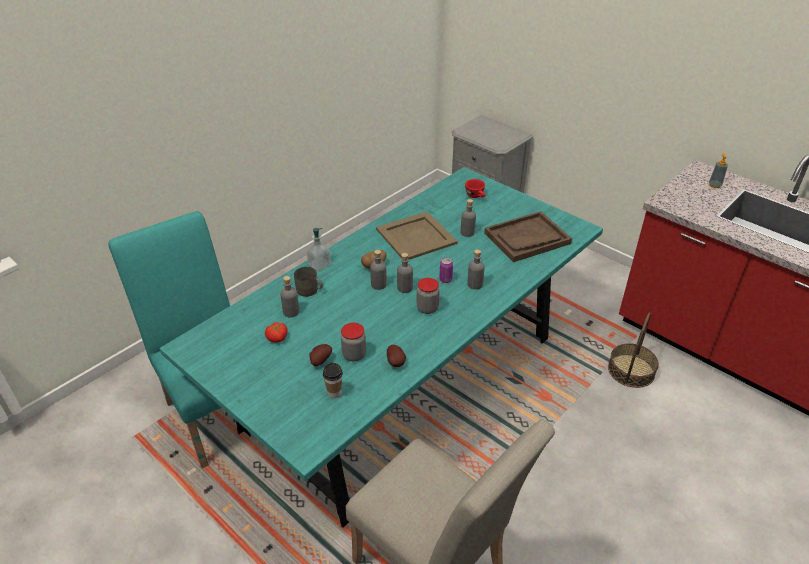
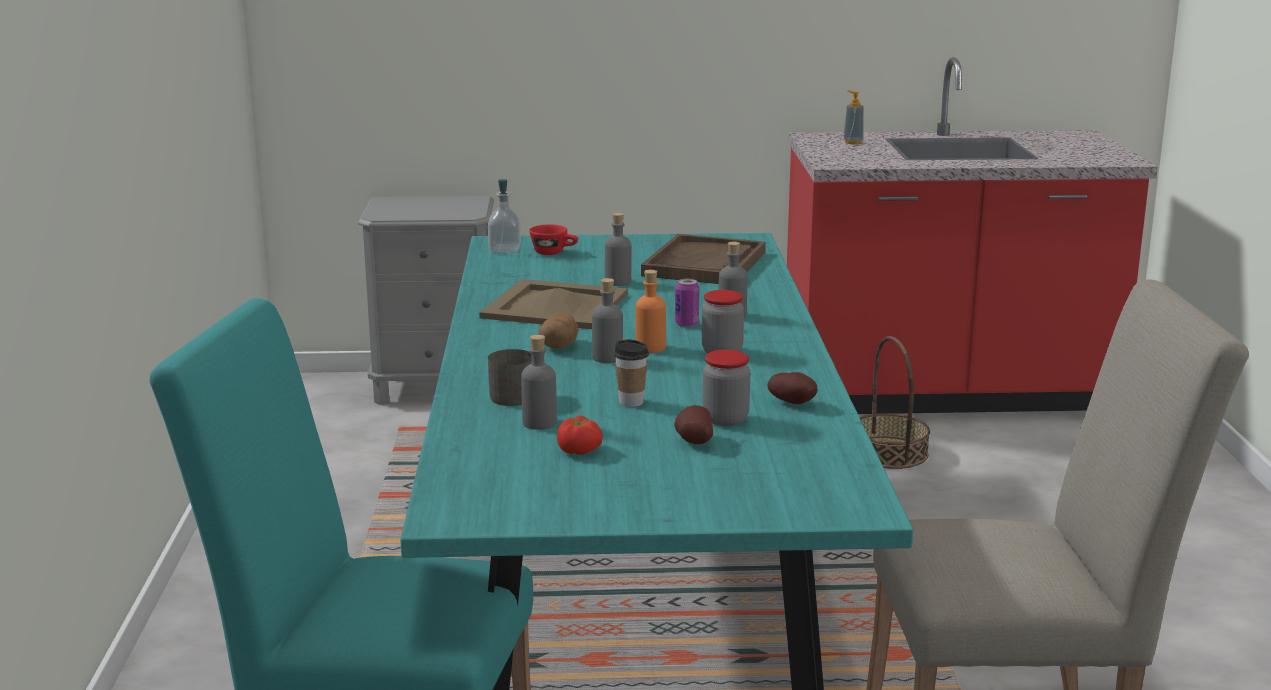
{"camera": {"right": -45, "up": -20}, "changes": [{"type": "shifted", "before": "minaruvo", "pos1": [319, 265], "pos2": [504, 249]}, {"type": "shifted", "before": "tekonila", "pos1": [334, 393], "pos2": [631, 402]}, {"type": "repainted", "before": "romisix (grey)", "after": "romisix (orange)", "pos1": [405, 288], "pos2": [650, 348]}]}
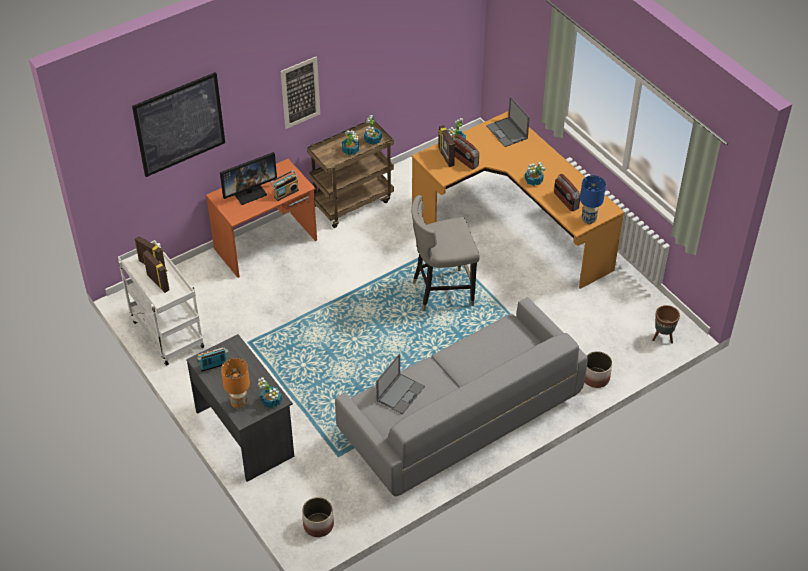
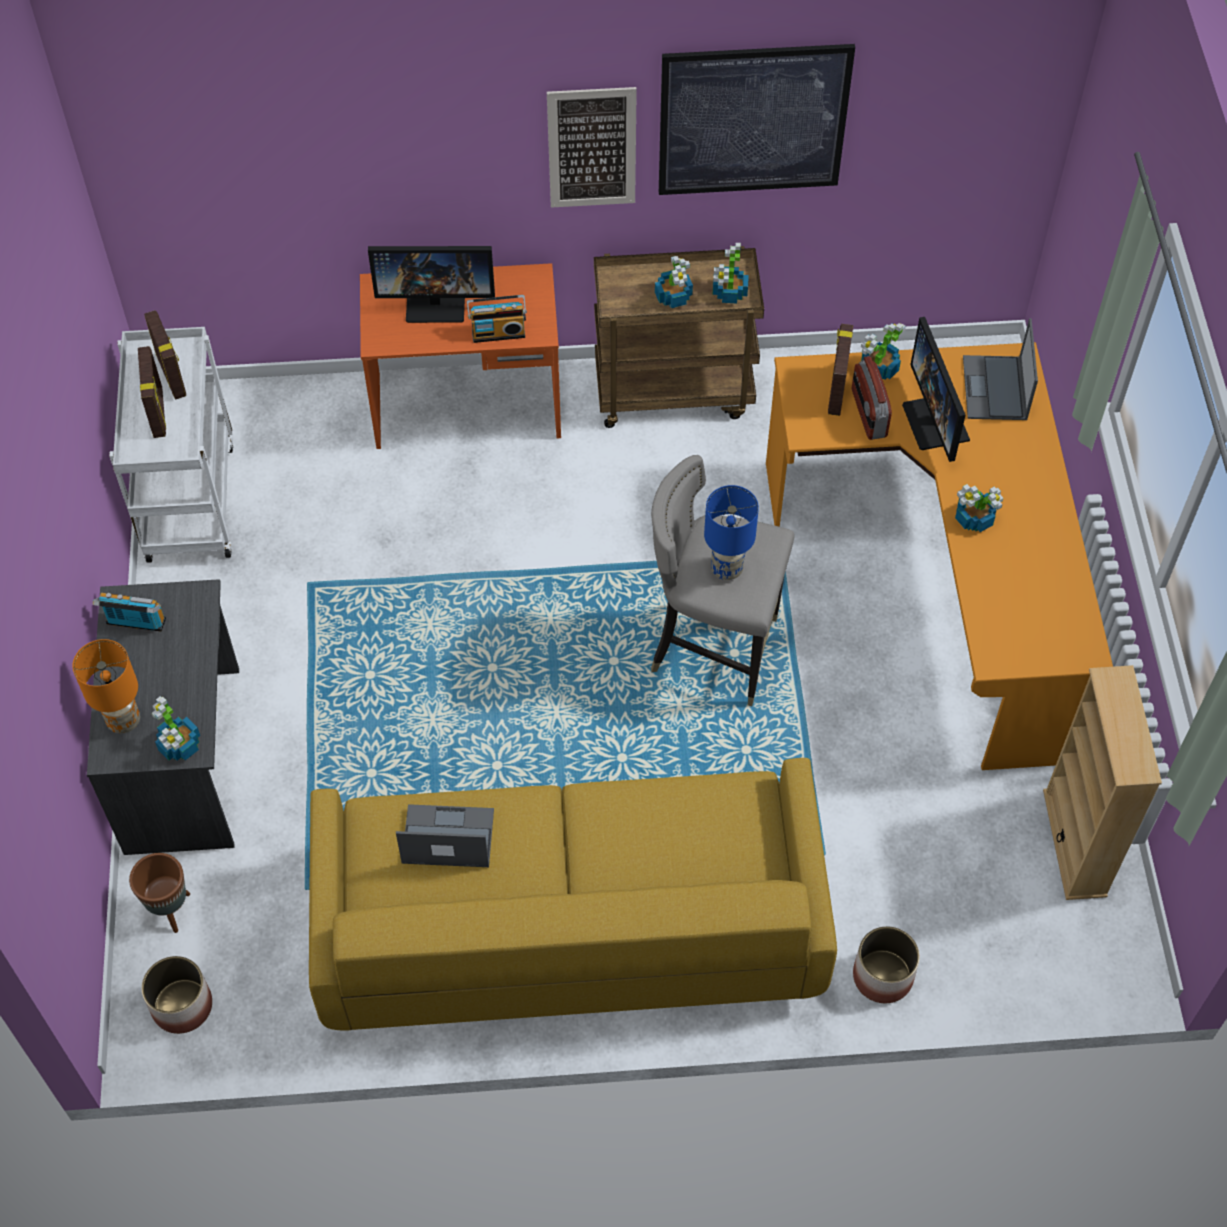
{"camera": {"right": 30, "up": 10}, "changes": [{"type": "shifted", "before": "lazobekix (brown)", "pos1": [663, 337], "pos2": [171, 910]}, {"type": "repainted", "before": "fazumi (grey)", "after": "fazumi (yellow)", "pos1": [459, 418], "pos2": [569, 924]}, {"type": "rotated", "before": "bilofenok", "pos1": [400, 393], "pos2": [446, 837], "turn": -150}, {"type": "shifted", "before": "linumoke", "pos1": [179, 124], "pos2": [753, 120]}, {"type": "shifted", "before": "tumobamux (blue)", "pos1": [588, 219], "pos2": [726, 568]}, {"type": "new", "after": "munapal", "pos2": [936, 422]}, {"type": "new", "after": "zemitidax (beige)", "pos2": [1075, 843]}, {"type": "gone", "before": "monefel", "pos1": [566, 201]}]}
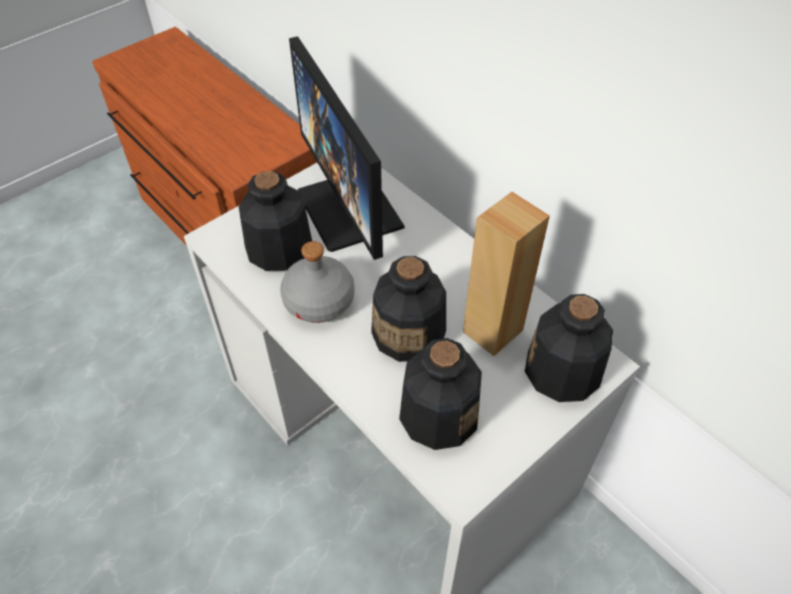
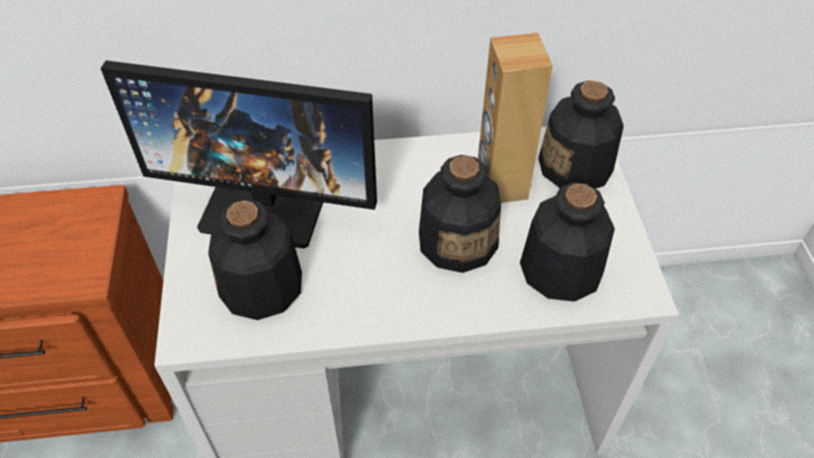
{"camera": {"right": -55, "up": 0}, "changes": [{"type": "gone", "before": "romisix (grey)", "pos1": [318, 301]}]}
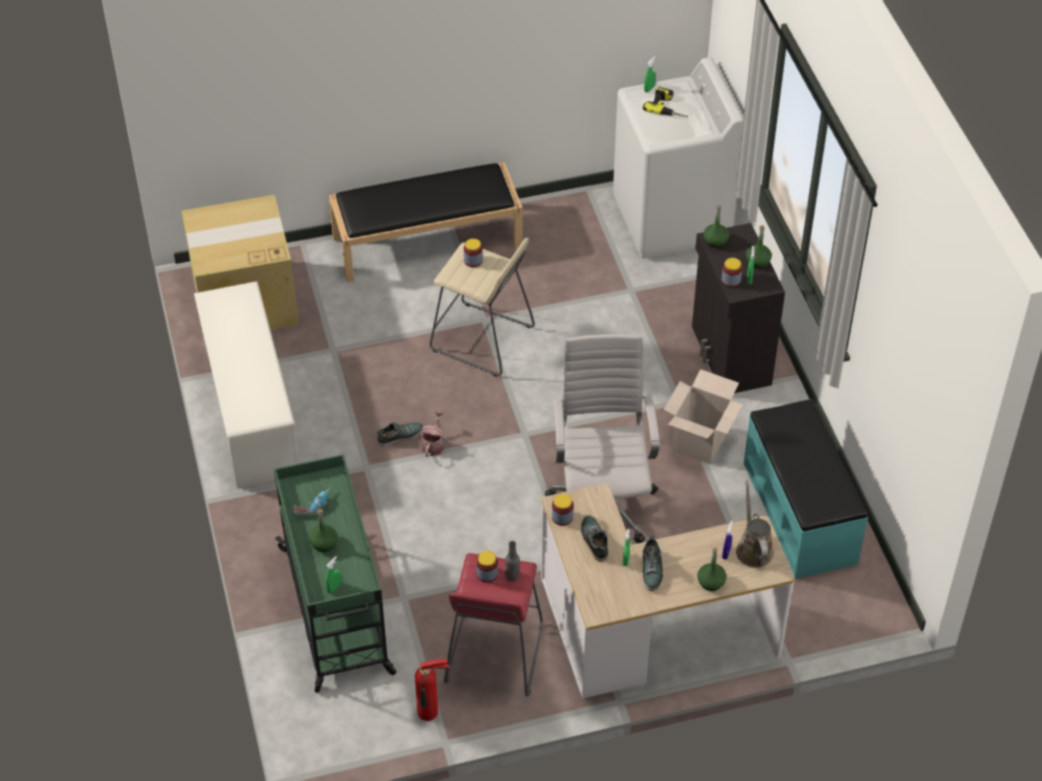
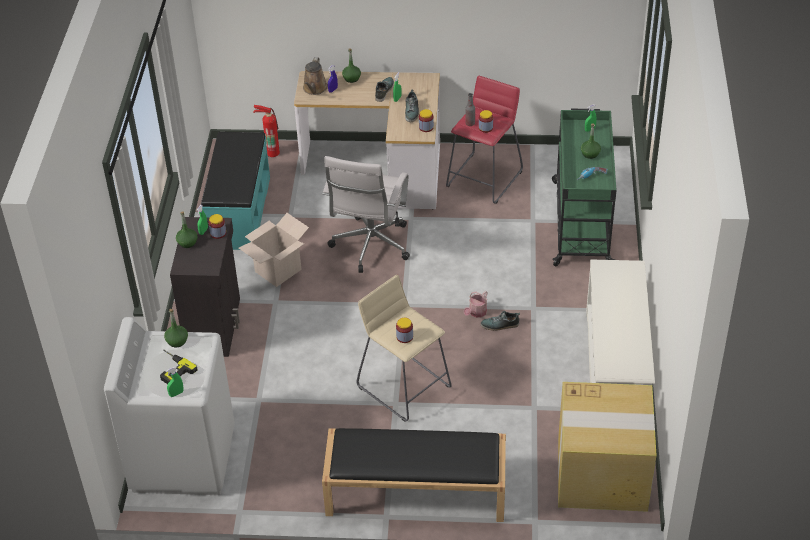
{"camera": {"right": -160, "up": -5}, "changes": [{"type": "shifted", "before": "romisix (green)", "pos1": [715, 241], "pos2": [177, 341]}, {"type": "shifted", "before": "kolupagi", "pos1": [429, 714], "pos2": [272, 152]}]}
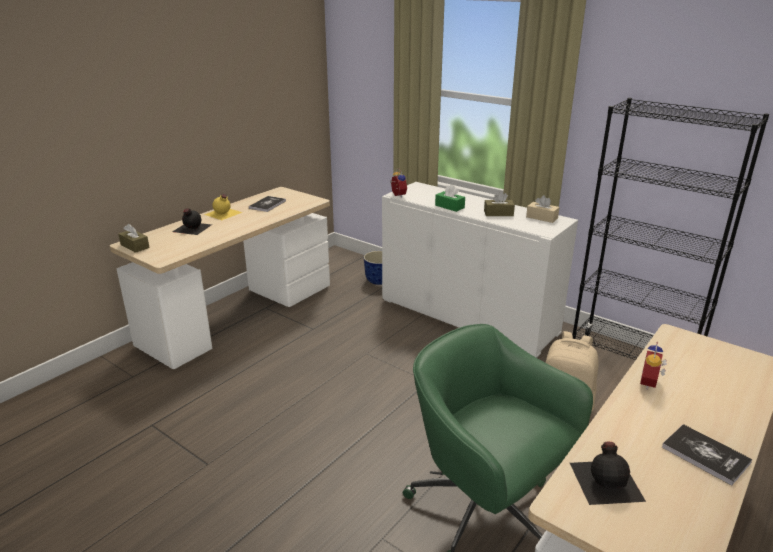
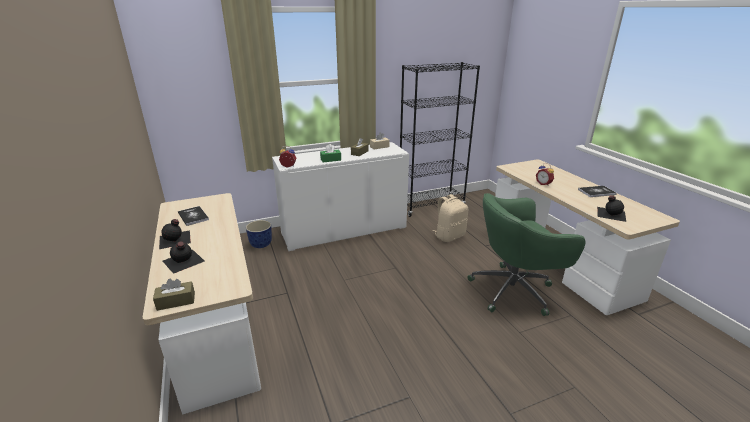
{"camera": {"right": -60, "up": 0}, "changes": [{"type": "repainted", "before": "romisix (yellow)", "after": "romisix (black)", "pos1": [223, 213], "pos2": [175, 239]}]}
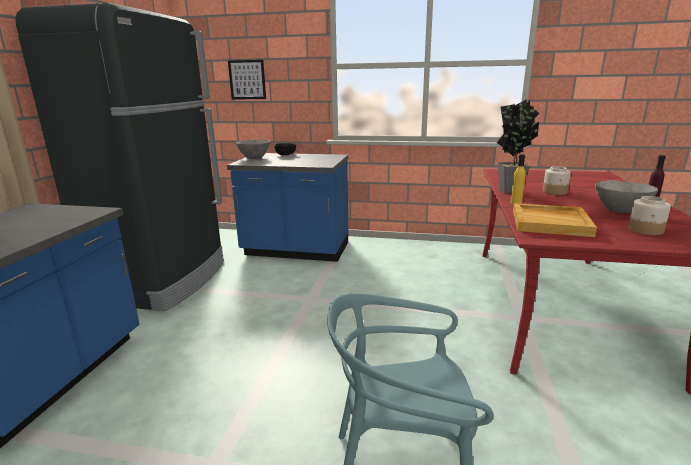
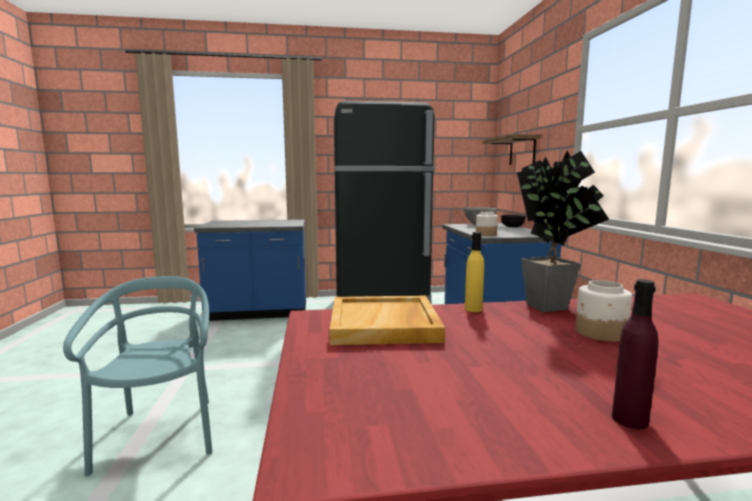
{"camera": {"right": 70, "up": -10}, "changes": [{"type": "shifted", "before": "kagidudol", "pos1": [645, 230], "pos2": [485, 234]}, {"type": "swapped", "before": "linumoke", "after": "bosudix", "pos1": [247, 80], "pos2": [522, 151]}, {"type": "gone", "before": "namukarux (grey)", "pos1": [620, 211]}]}
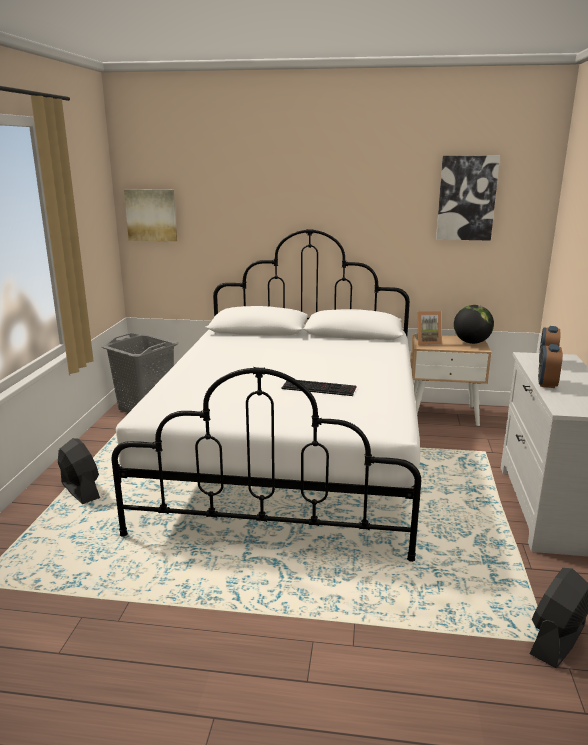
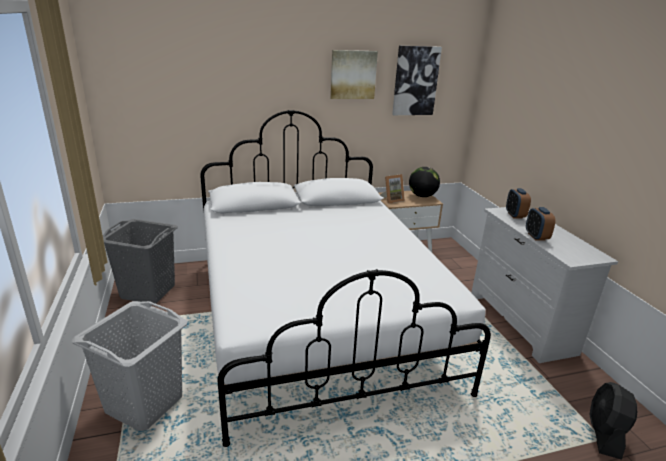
{"camera": {"right": -25, "up": 5}, "changes": [{"type": "swapped", "before": "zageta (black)", "after": "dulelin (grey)", "pos1": [80, 490], "pos2": [143, 404]}, {"type": "shifted", "before": "linumoke", "pos1": [151, 215], "pos2": [353, 74]}, {"type": "gone", "before": "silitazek", "pos1": [320, 388]}]}
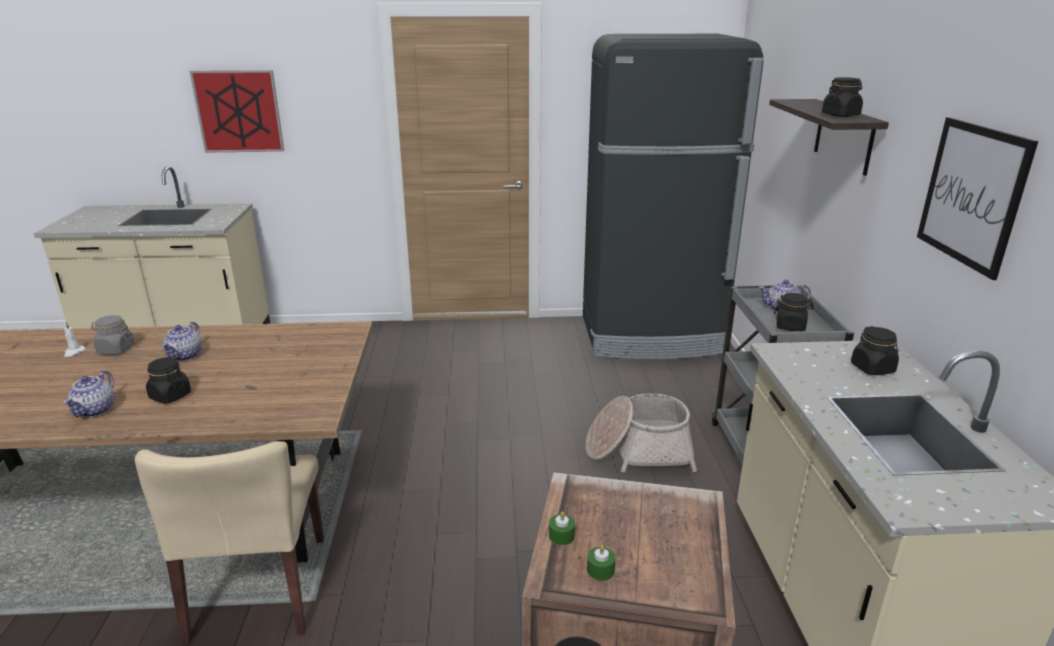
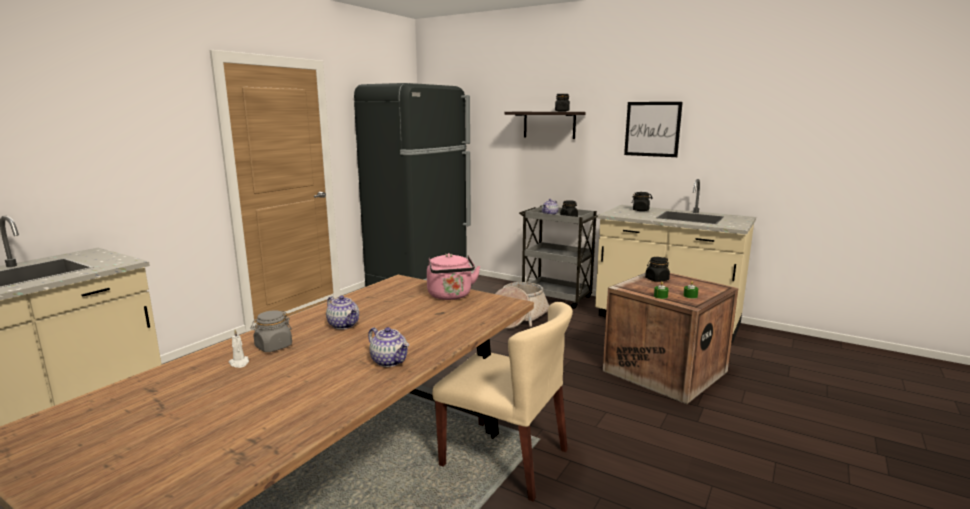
{"camera": {"right": -55, "up": -10}, "changes": [{"type": "new", "after": "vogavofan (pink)", "pos2": [450, 296]}, {"type": "shifted", "before": "kagidudol (black)", "pos1": [170, 396], "pos2": [656, 279]}, {"type": "gone", "before": "linumoke", "pos1": [238, 111]}]}
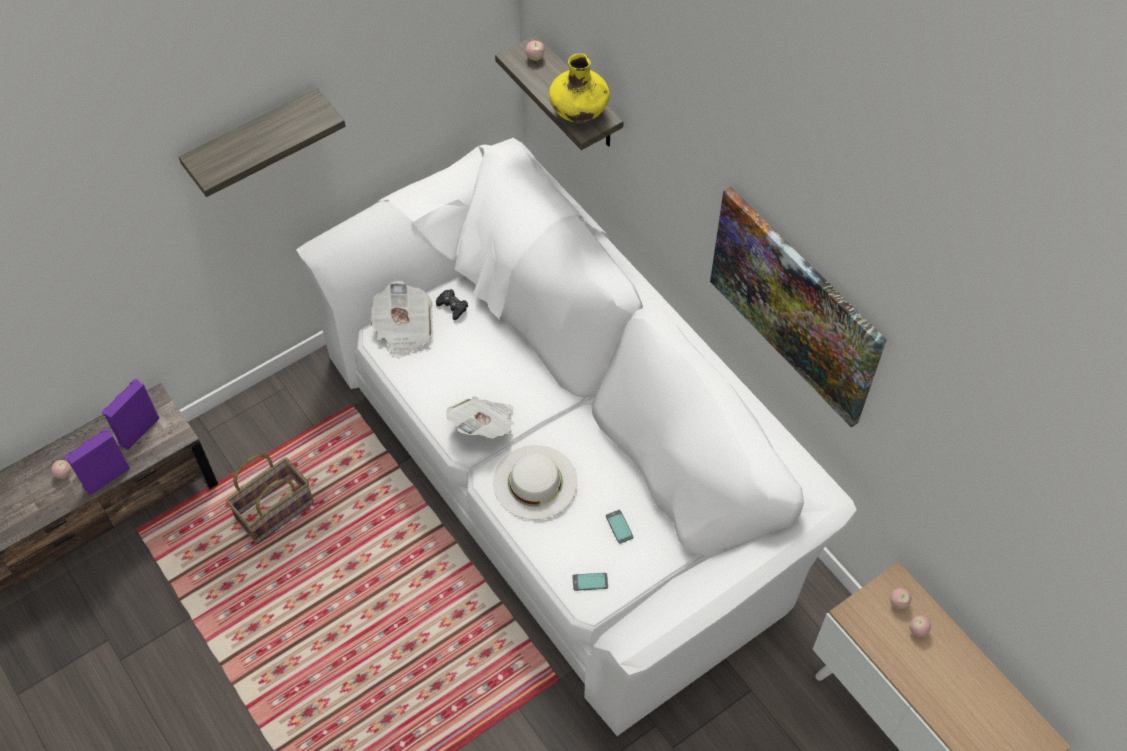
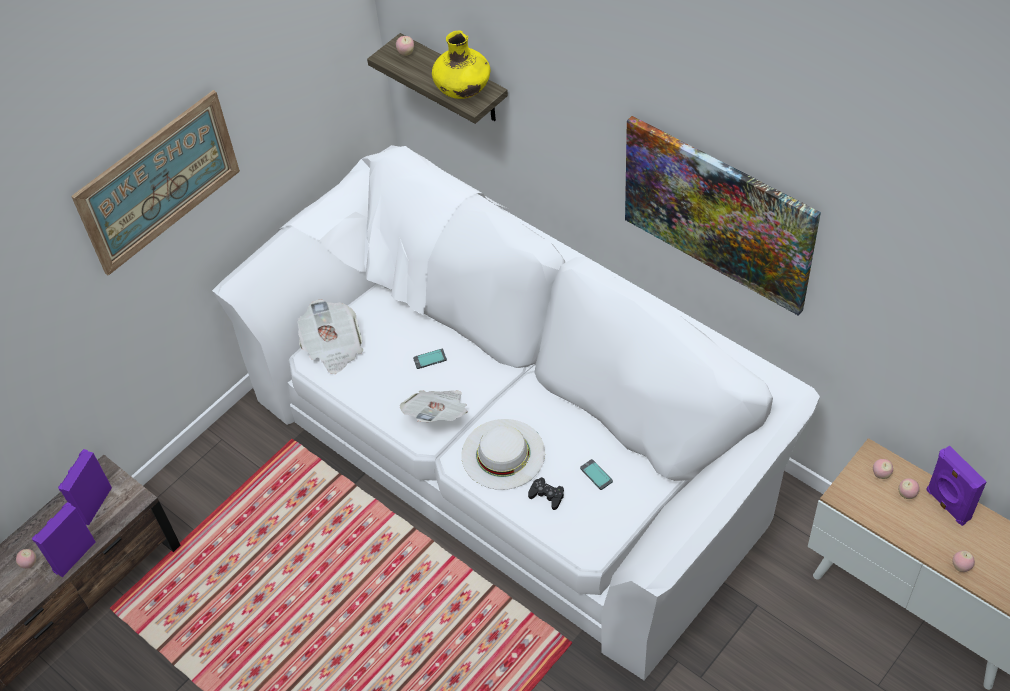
{"camera": {"right": -10, "up": -5}, "changes": [{"type": "swapped", "before": "bosudix", "after": "linumoke", "pos1": [254, 141], "pos2": [159, 182]}, {"type": "shifted", "before": "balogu", "pos1": [590, 582], "pos2": [430, 359]}, {"type": "shifted", "before": "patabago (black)", "pos1": [452, 306], "pos2": [547, 495]}, {"type": "new", "after": "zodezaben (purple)", "pos2": [947, 505]}, {"type": "new", "after": "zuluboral", "pos2": [961, 567]}, {"type": "gone", "before": "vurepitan", "pos1": [274, 510]}]}
